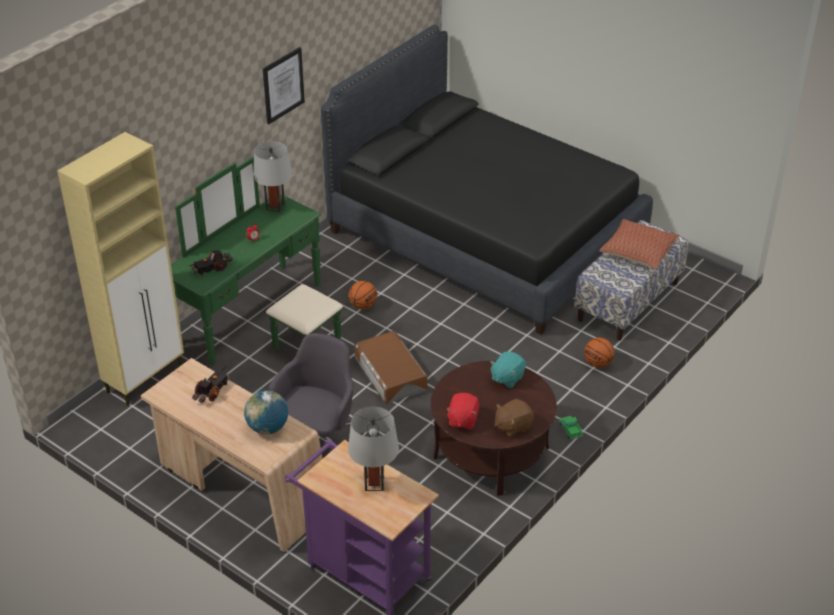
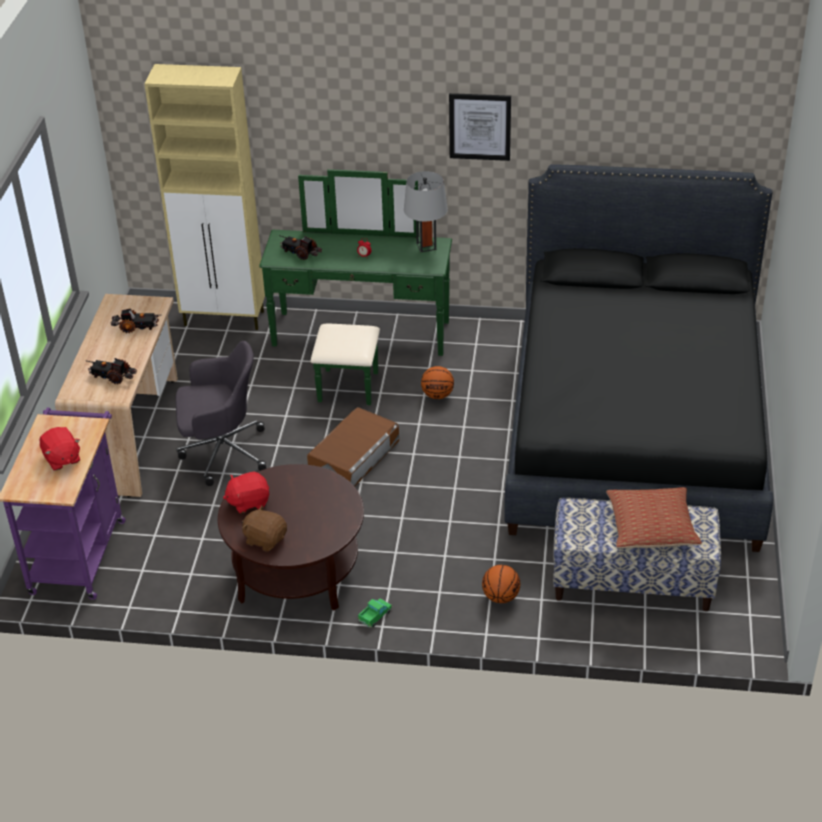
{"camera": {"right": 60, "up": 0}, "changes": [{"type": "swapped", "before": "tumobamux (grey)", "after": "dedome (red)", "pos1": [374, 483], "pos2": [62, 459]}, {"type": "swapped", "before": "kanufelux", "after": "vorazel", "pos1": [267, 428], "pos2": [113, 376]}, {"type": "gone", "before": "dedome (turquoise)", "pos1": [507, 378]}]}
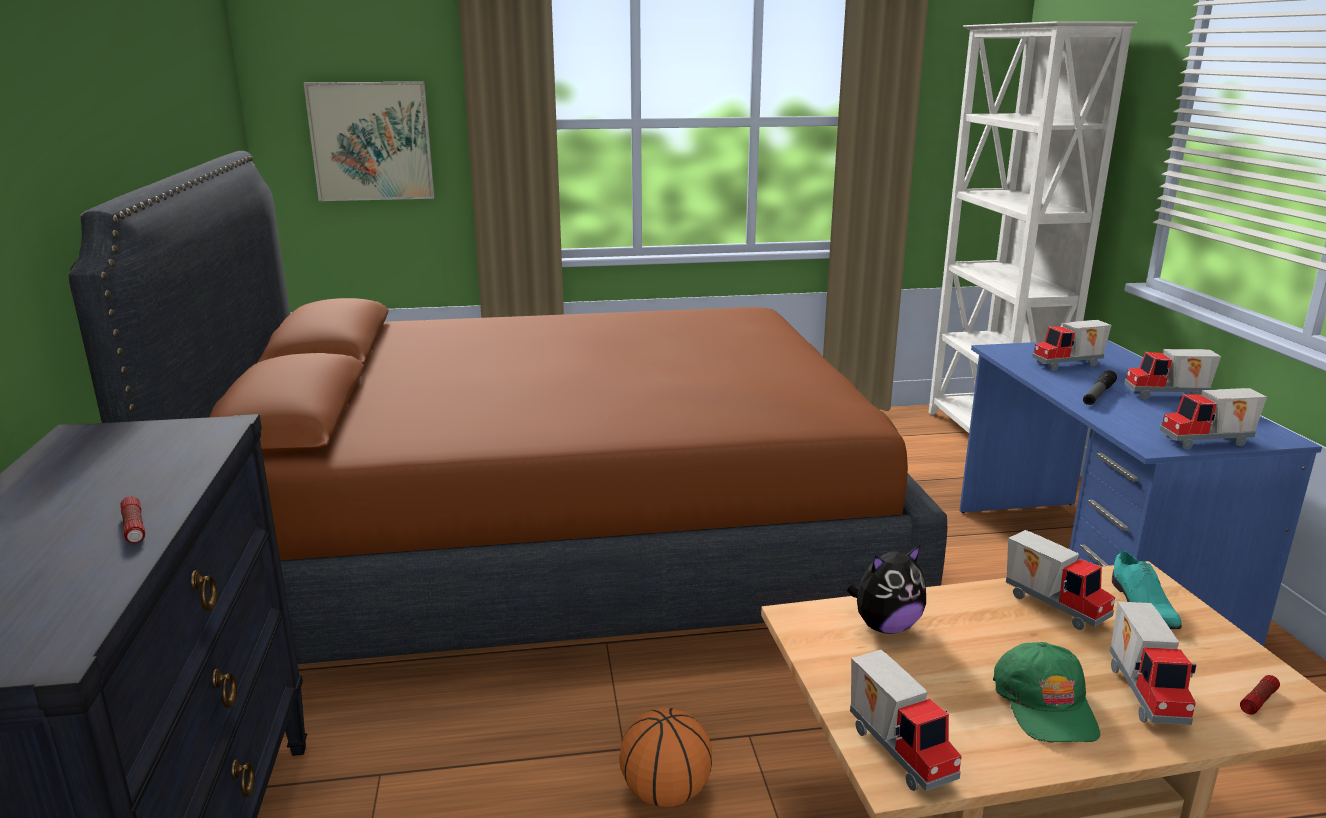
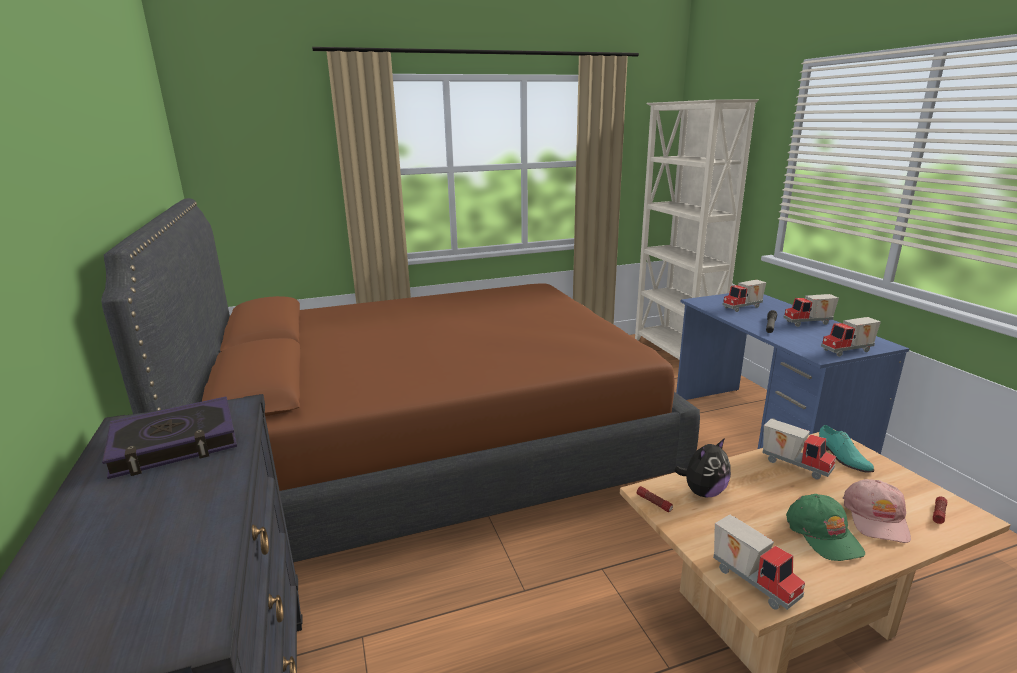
{"camera": {"right": -10, "up": 0}, "changes": [{"type": "new", "after": "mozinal", "pos2": [175, 444]}, {"type": "shifted", "before": "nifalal", "pos1": [134, 528], "pos2": [654, 503]}, {"type": "swapped", "before": "vorazel", "after": "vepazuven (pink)", "pos1": [1147, 694], "pos2": [876, 518]}, {"type": "gone", "before": "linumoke", "pos1": [371, 141]}, {"type": "gone", "before": "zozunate", "pos1": [666, 793]}]}
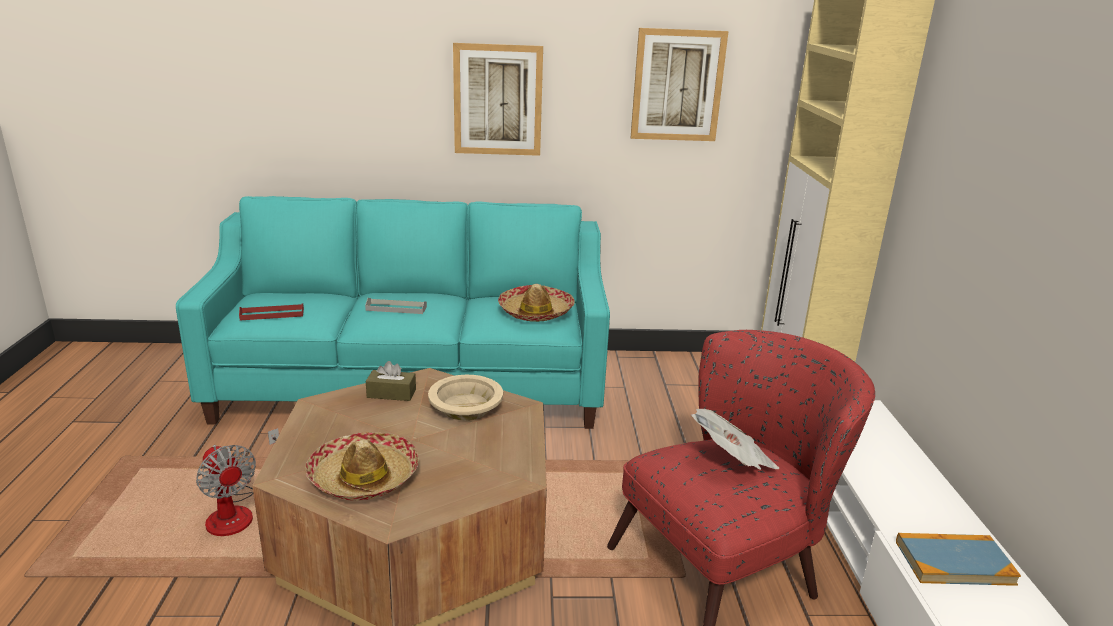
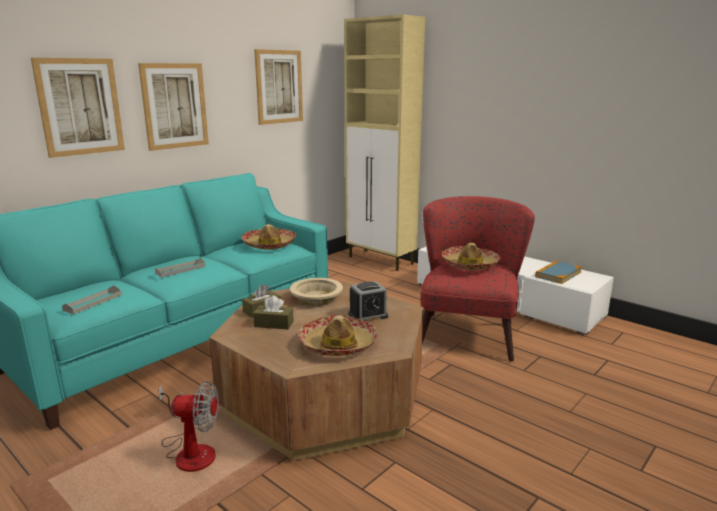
{"camera": {"right": -45, "up": -5}, "changes": [{"type": "new", "after": "linumoke", "pos2": [80, 107]}, {"type": "repainted", "before": "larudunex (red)", "after": "larudunex (grey)", "pos1": [272, 314], "pos2": [93, 302]}, {"type": "new", "after": "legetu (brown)", "pos2": [274, 324]}, {"type": "new", "after": "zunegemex", "pos2": [368, 315]}, {"type": "swapped", "before": "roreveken", "after": "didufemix", "pos1": [732, 460], "pos2": [470, 264]}]}
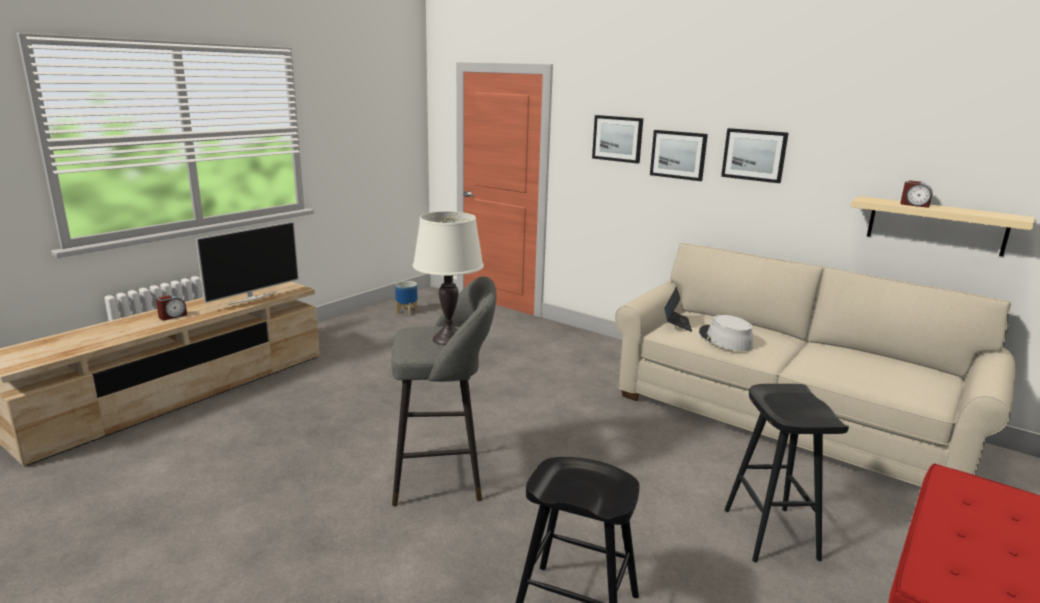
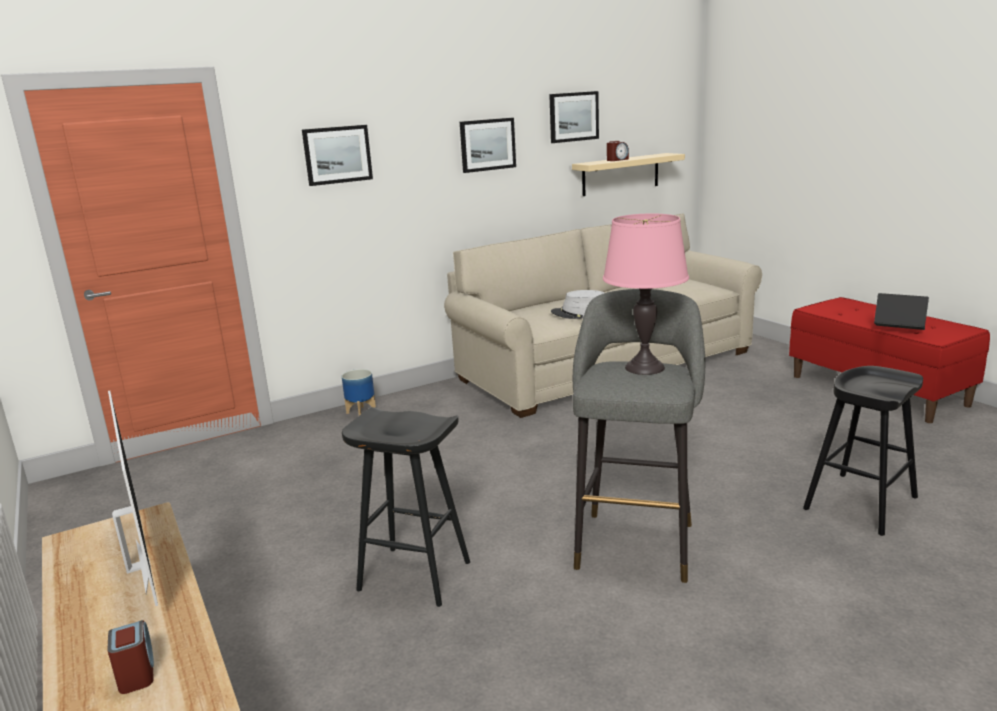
{"camera": {"right": -65, "up": 0}, "changes": [{"type": "shifted", "before": "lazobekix", "pos1": [406, 312], "pos2": [361, 412]}, {"type": "shifted", "before": "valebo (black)", "pos1": [768, 533], "pos2": [412, 576]}, {"type": "shifted", "before": "linumoke", "pos1": [678, 155], "pos2": [573, 117]}, {"type": "repainted", "before": "tumobamux (white)", "after": "tumobamux (pink)", "pos1": [449, 339], "pos2": [644, 367]}, {"type": "shifted", "before": "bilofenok", "pos1": [677, 323], "pos2": [898, 331]}]}
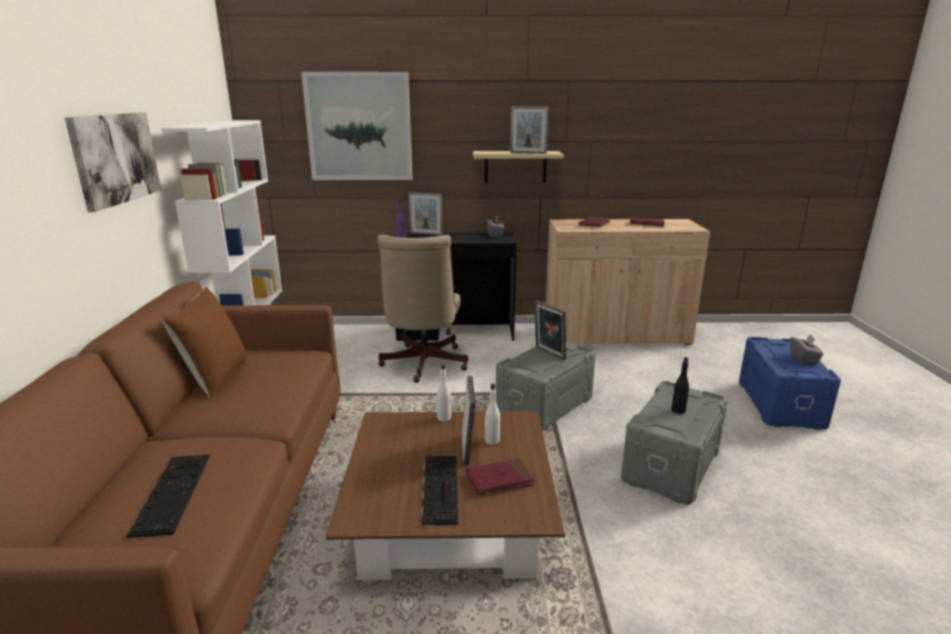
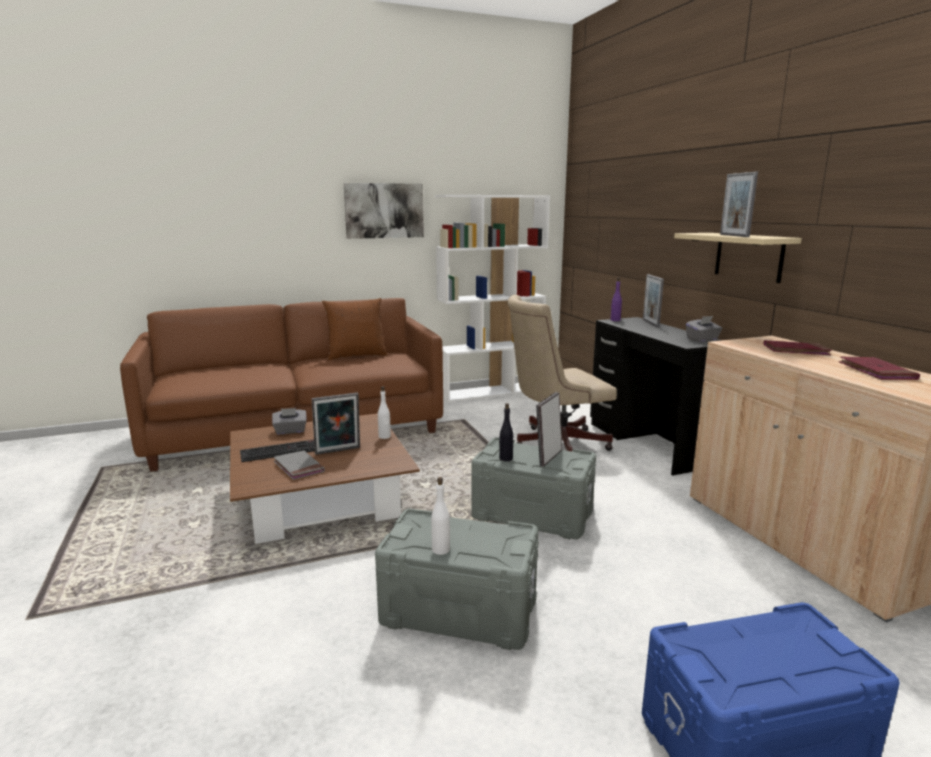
{"camera": {"right": 70, "up": -5}, "changes": [{"type": "shifted", "before": "legetu (grey)", "pos1": [804, 358], "pos2": [290, 431]}, {"type": "repainted", "before": "mozinal (red)", "after": "mozinal (grey)", "pos1": [499, 479], "pos2": [299, 467]}, {"type": "shifted", "before": "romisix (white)", "pos1": [492, 440], "pos2": [440, 549]}, {"type": "shifted", "before": "romisix (black)", "pos1": [678, 410], "pos2": [505, 458]}, {"type": "gone", "before": "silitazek", "pos1": [171, 492]}, {"type": "gone", "before": "linumoke", "pos1": [359, 127]}]}
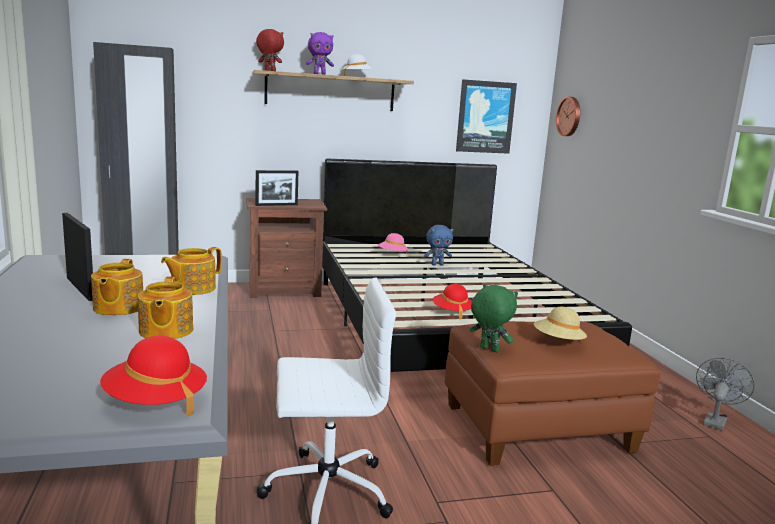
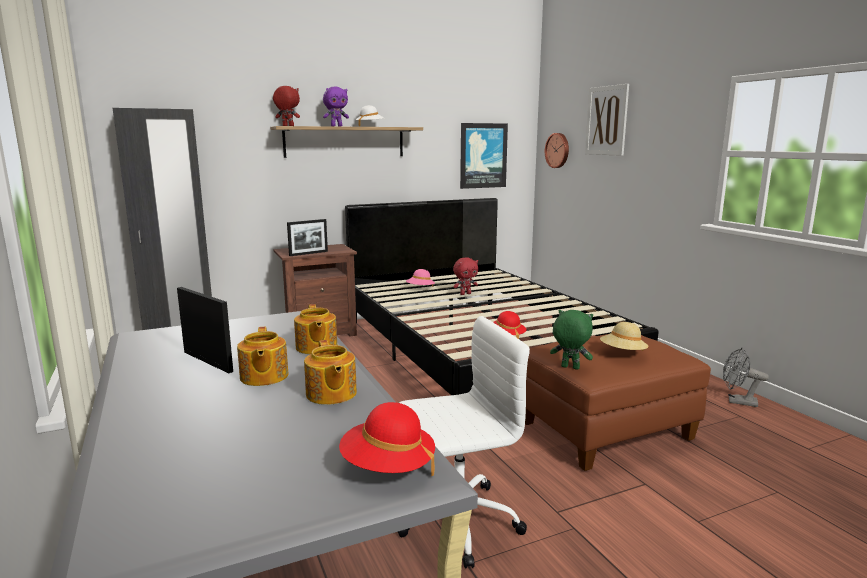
{"camera": {"right": -10, "up": 0}, "changes": [{"type": "rotated", "before": "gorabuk", "pos1": [192, 288], "pos2": [316, 347], "turn": -45}, {"type": "repainted", "before": "dedome (blue)", "after": "dedome (red)", "pos1": [437, 264], "pos2": [465, 294]}, {"type": "new", "after": "linumoke", "pos2": [606, 120]}, {"type": "rotated", "before": "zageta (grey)", "pos1": [715, 420], "pos2": [737, 401], "turn": -90}]}
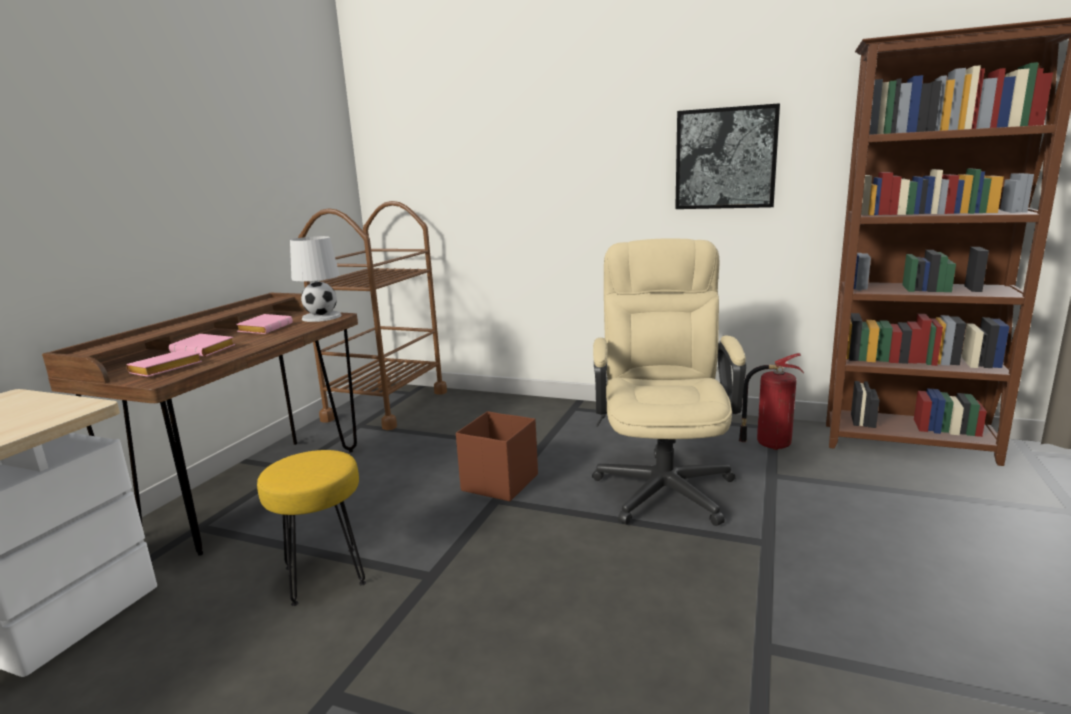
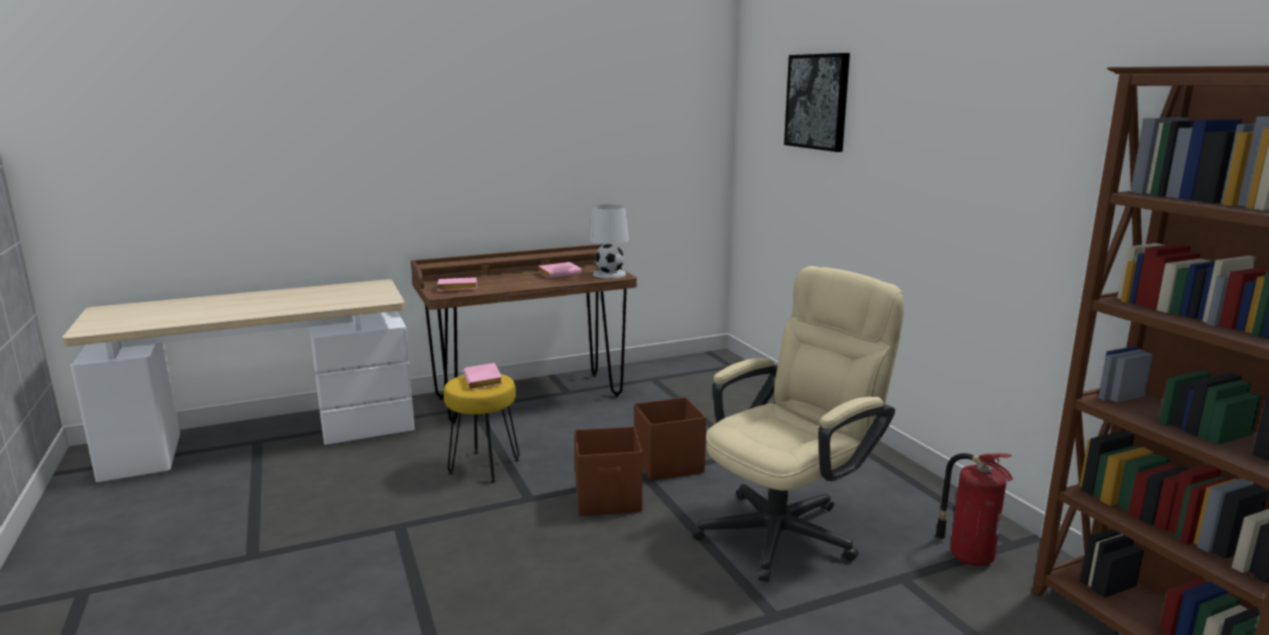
{"camera": {"right": 45, "up": 0}, "changes": [{"type": "shifted", "before": "mozinal (pink)", "pos1": [205, 350], "pos2": [484, 381]}, {"type": "new", "after": "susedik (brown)", "pos2": [609, 499]}, {"type": "shifted", "before": "linumoke", "pos1": [725, 158], "pos2": [817, 101]}, {"type": "gone", "before": "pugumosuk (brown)", "pos1": [386, 406]}]}
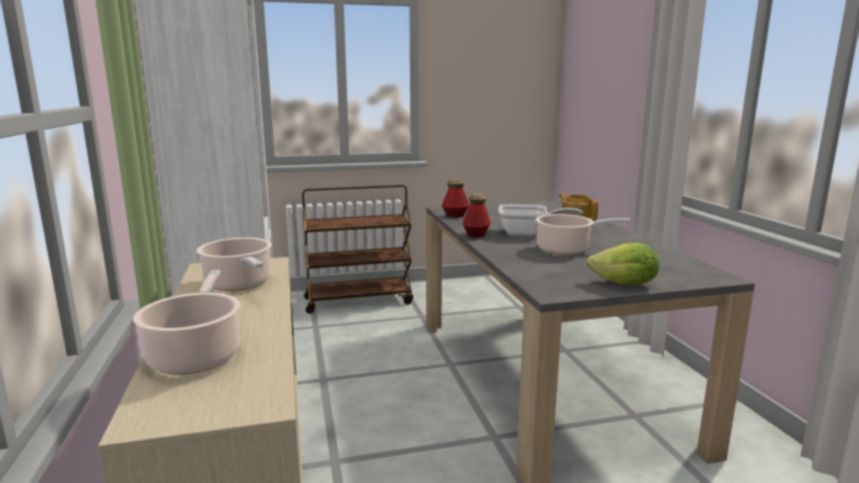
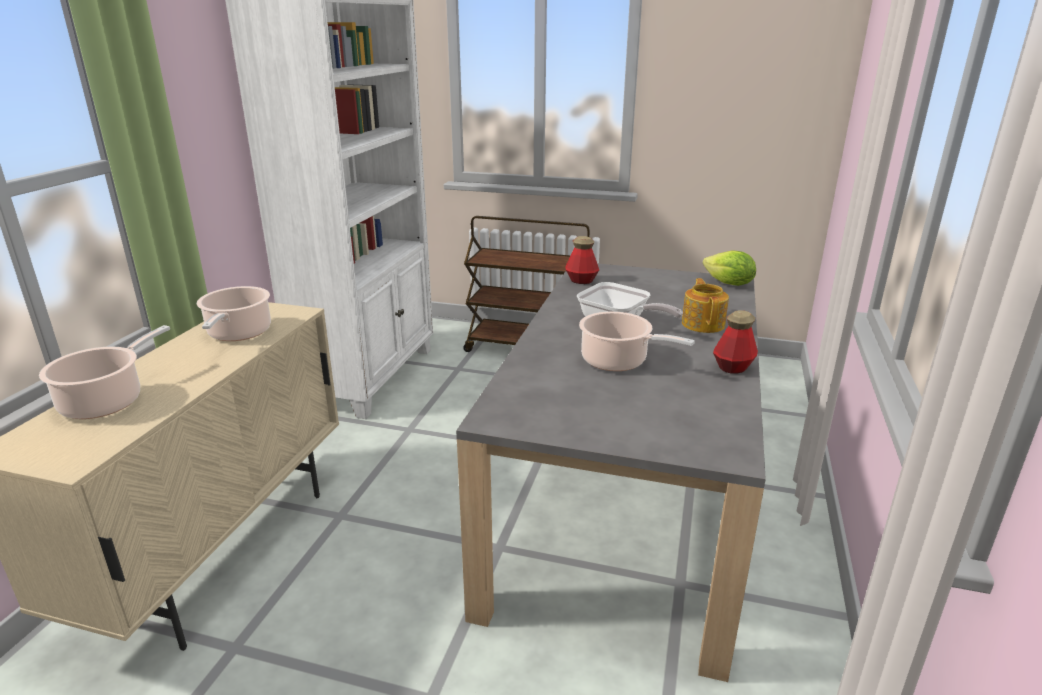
{"camera": {"right": 30, "up": 10}, "changes": [{"type": "shifted", "before": "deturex", "pos1": [624, 284], "pos2": [728, 284]}, {"type": "shifted", "before": "romisix", "pos1": [476, 235], "pos2": [733, 367]}]}
